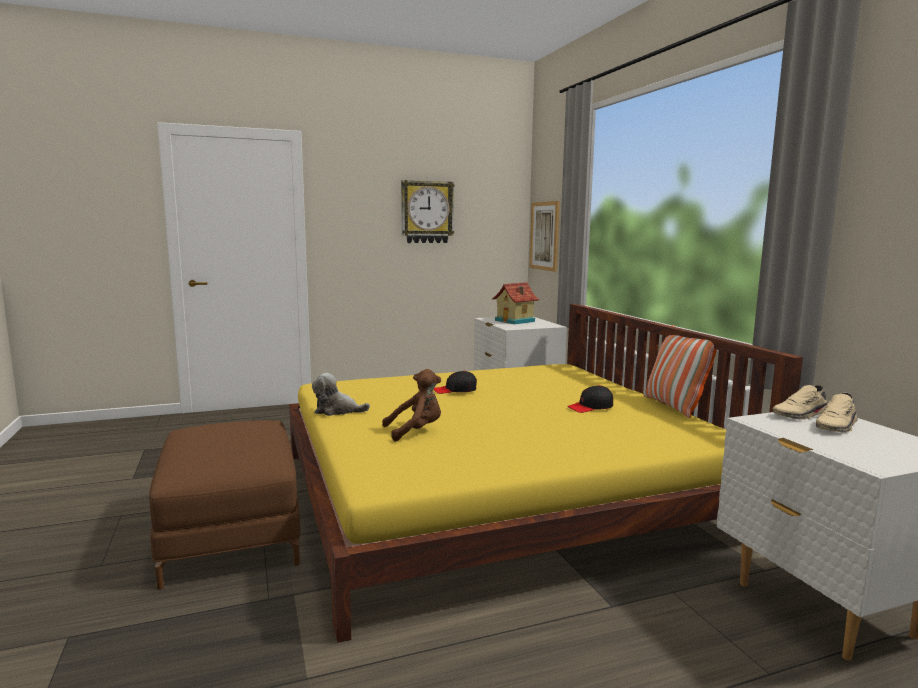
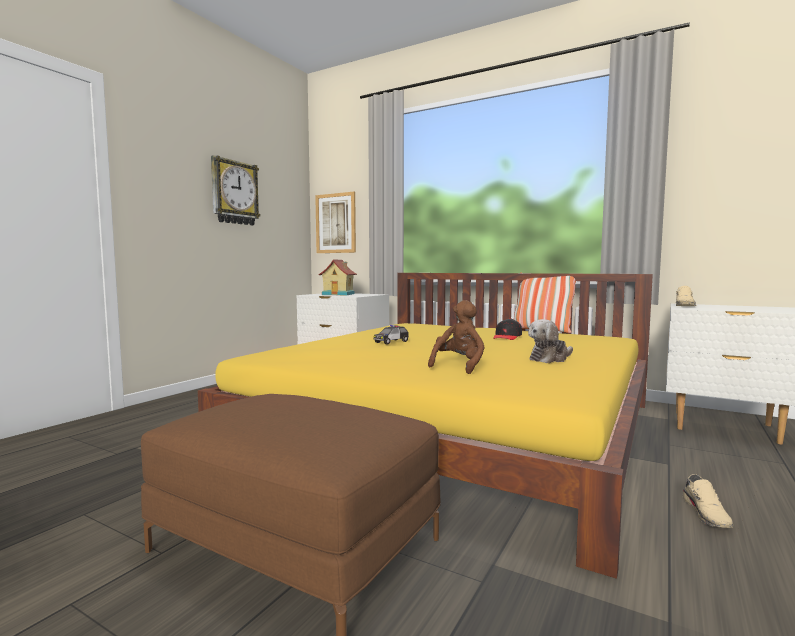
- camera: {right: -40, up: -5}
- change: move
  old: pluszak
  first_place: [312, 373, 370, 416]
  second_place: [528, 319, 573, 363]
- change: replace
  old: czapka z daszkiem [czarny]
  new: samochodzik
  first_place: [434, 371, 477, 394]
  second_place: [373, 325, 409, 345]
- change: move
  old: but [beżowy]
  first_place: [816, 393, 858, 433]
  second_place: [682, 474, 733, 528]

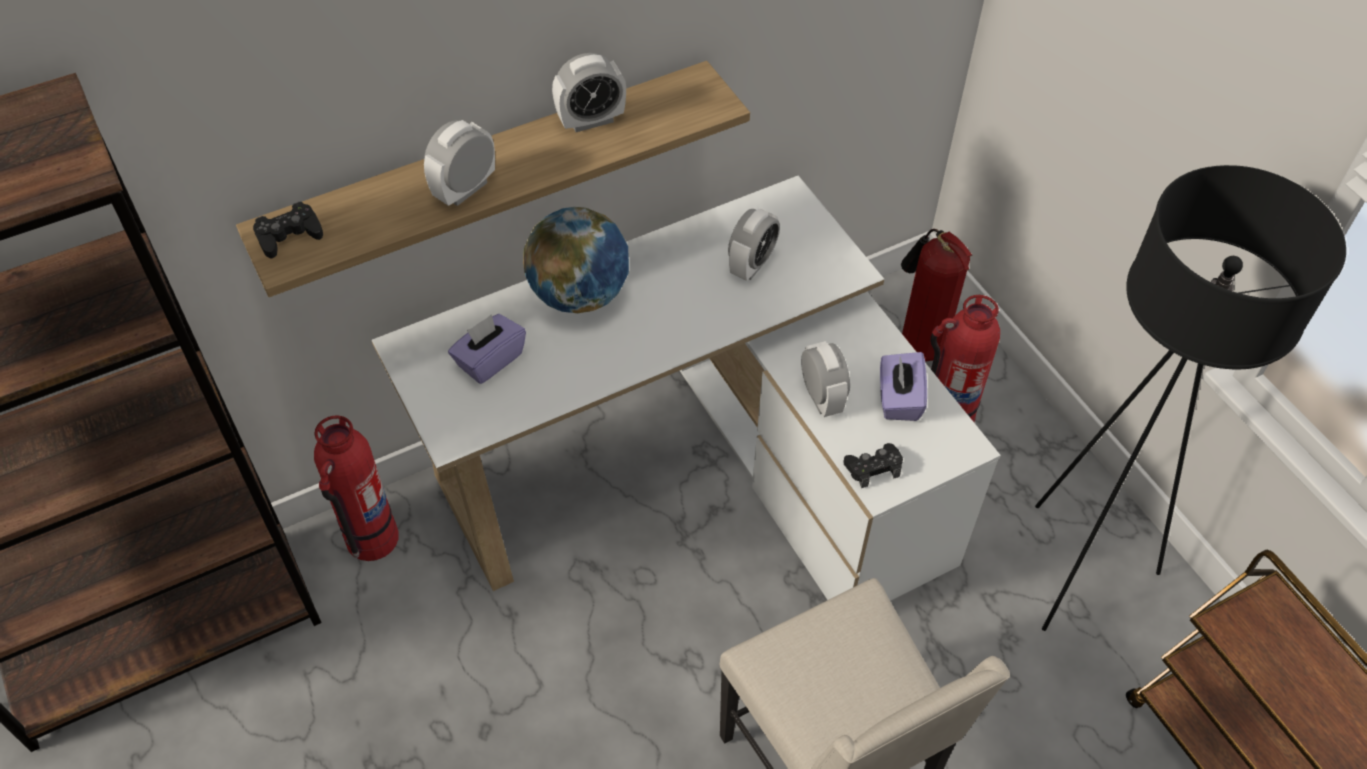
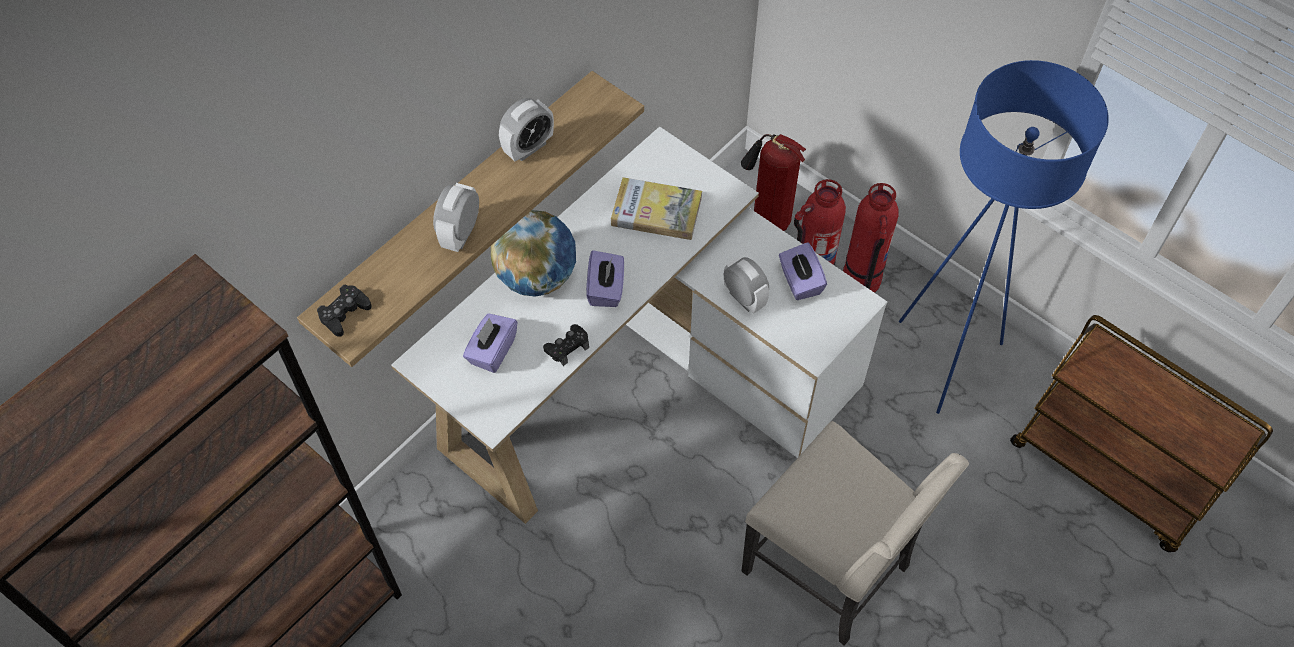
- camera: {right: -20, up: 5}
- change: move
  old: gaśnica
  first_place: [314, 415, 399, 561]
  second_place: [843, 183, 899, 293]
- change: replace
  old: budzik
  new: książka
  first_place: [728, 209, 780, 281]
  second_place: [611, 177, 702, 240]
- change: move
  old: pad do gier [czarny]
  first_place: [843, 443, 903, 488]
  second_place: [543, 324, 589, 366]
- change: recolor
  old: lampa stojąca [czarny]
  new: lampa stojąca [niebieski]
  first_place: [1035, 165, 1346, 631]
  second_place: [899, 60, 1109, 414]
- change: insert
  new: pudełko chusteczek [fioletowy]
  second_place: [586, 250, 624, 307]

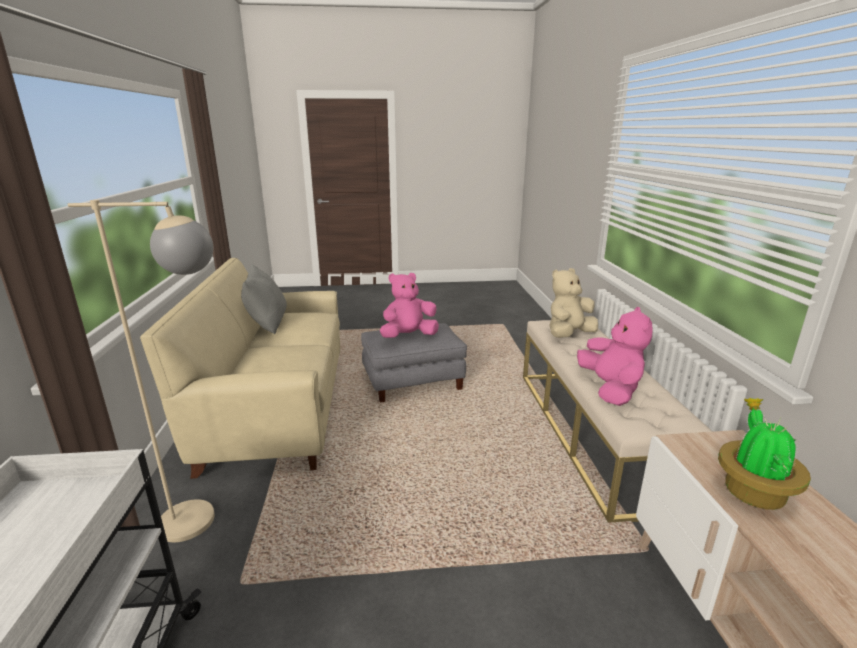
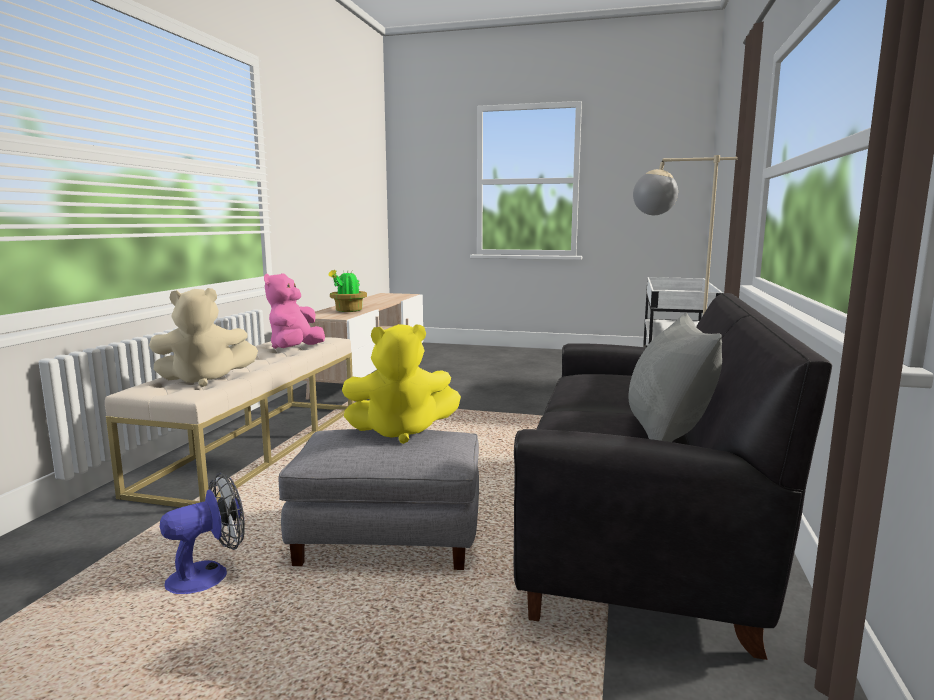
- camera: {right: -160, up: -10}
- change: recolor
  old: kanapa [beżowy]
  new: kanapa [czarny]
  first_place: [140, 258, 340, 479]
  second_place: [514, 293, 832, 660]
- change: recolor
  old: pluszak [różowy]
  new: pluszak [żółty]
  first_place: [380, 273, 439, 338]
  second_place: [342, 324, 461, 444]
- change: insert
  new: wentylator
  second_place: [160, 473, 245, 594]

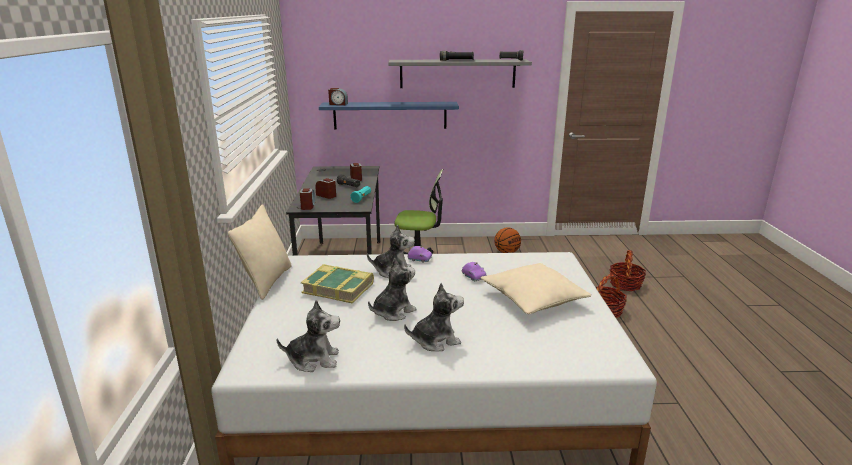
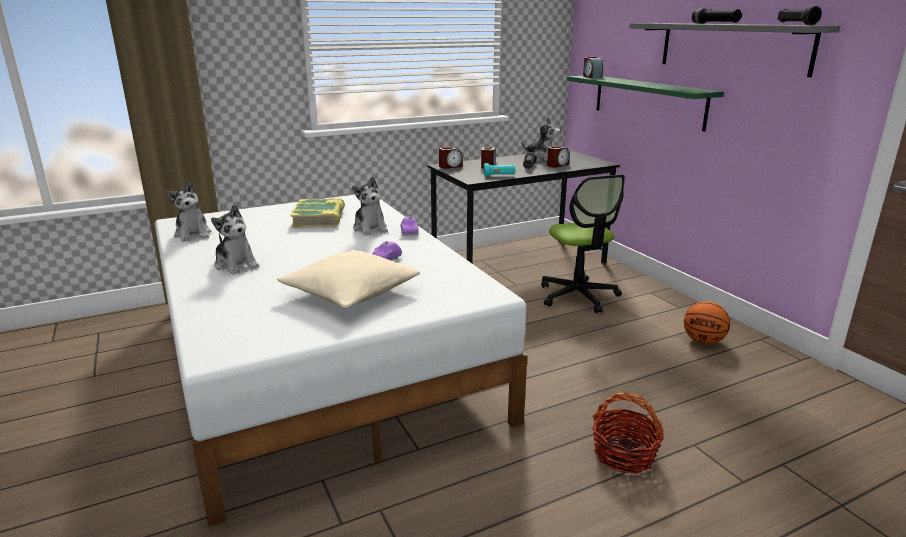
- camera: {right: 65, up: 0}
- change: delete
  old: poduszka [beżowy]
  first_place: [228, 204, 292, 300]
- change: recolor
  old: półka [niebieski]
  new: półka [zielony]
  first_place: [319, 102, 459, 130]
  second_place: [567, 76, 724, 132]
- change: move
  old: pluszak
  first_place: [368, 258, 417, 321]
  second_place: [521, 117, 561, 162]
- change: delete
  old: koszyk
  first_place: [609, 250, 646, 291]

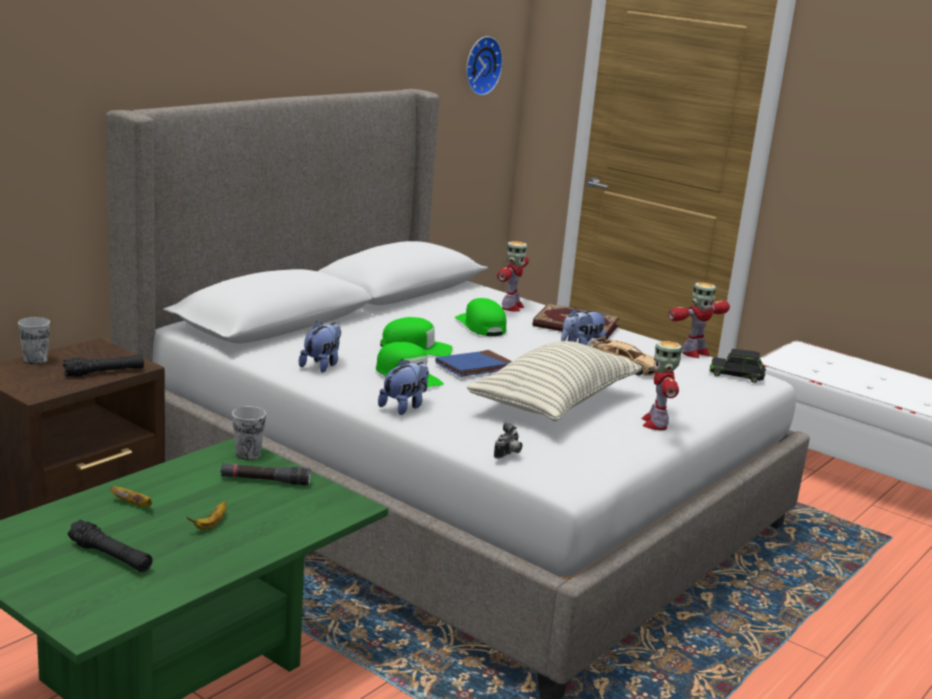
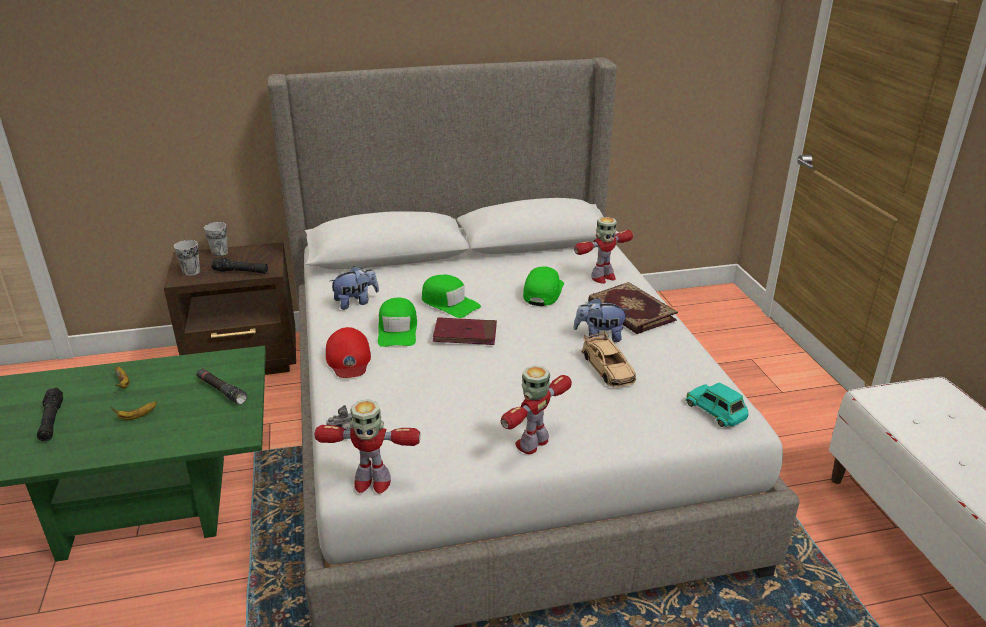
- camera: {right: 40, up: 10}
- change: move
  old: filiżanka
  first_place: [232, 407, 266, 460]
  second_place: [174, 240, 200, 276]
- change: replace
  old: pluszak
  new: czapka z daszkiem [czerwony]
  first_place: [378, 359, 429, 415]
  second_place: [326, 327, 371, 378]
- change: recolor
  old: książka [niebieski]
  new: książka [czerwony]
  first_place: [435, 350, 512, 377]
  second_place: [433, 317, 497, 345]
- change: delete
  old: zegar ścienny
  first_place: [466, 36, 503, 96]
- change: delete
  old: poduszka
  first_place: [467, 341, 642, 421]
- change: move
  old: robot zabawkowy
  first_place: [668, 282, 730, 358]
  second_place: [315, 399, 420, 494]
- change: recolor
  old: samochodzik [czarny]
  new: samochodzik [turkusowy]
  first_place: [709, 349, 766, 383]
  second_place: [686, 382, 748, 427]

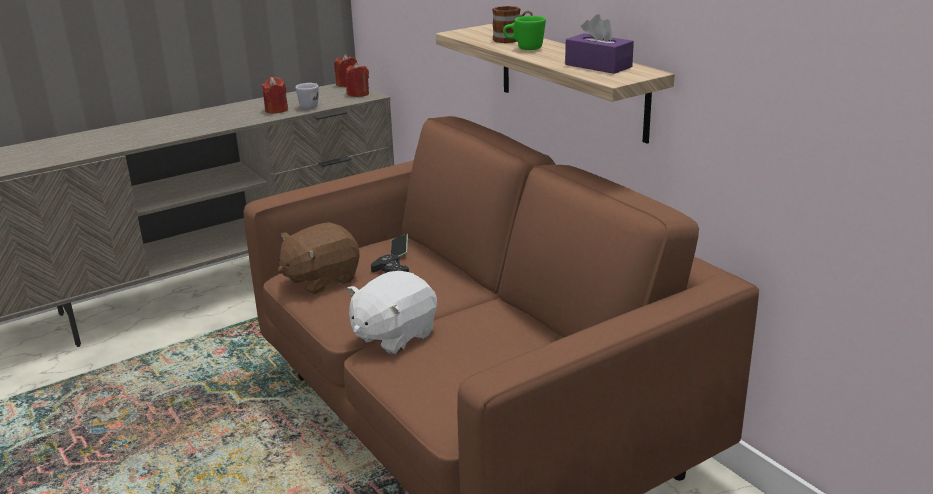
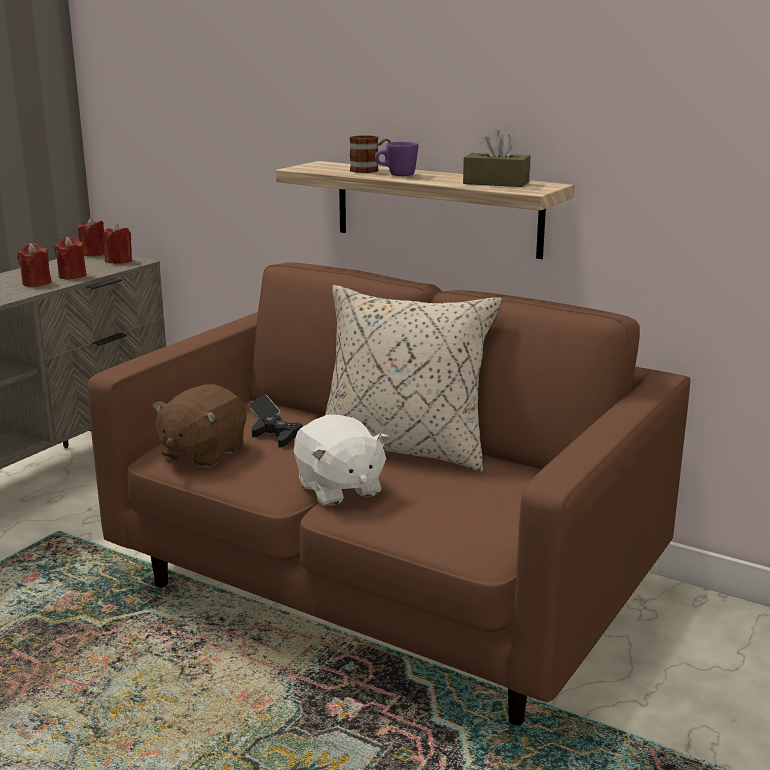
- camera: {right: -25, up: -5}
- change: replace
  old: kubek [biały]
  new: świeca [czerwony]
  first_place: [295, 83, 319, 109]
  second_place: [54, 237, 87, 279]
- change: rotate
  old: pluszak [biały]
  first_place: [347, 271, 437, 354]
  second_place: [294, 415, 389, 506]
  degrees: -45
- change: recolor
  old: kubek [zielony]
  new: kubek [fioletowy]
  first_place: [503, 16, 546, 50]
  second_place: [375, 142, 419, 176]
- change: recolor
  old: pudełko chusteczek [fioletowy]
  new: pudełko chusteczek [brązowy]
  first_place: [565, 14, 634, 74]
  second_place: [463, 130, 530, 187]
- change: insert
  new: poduszka [beżowy]
  second_place: [325, 285, 502, 472]

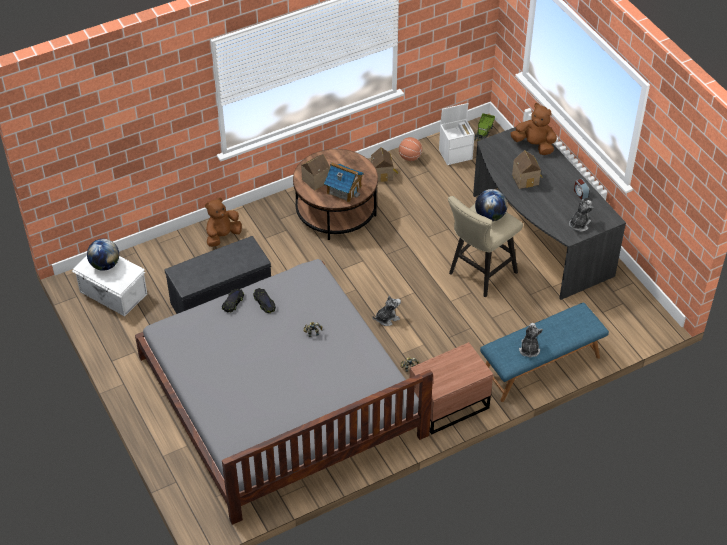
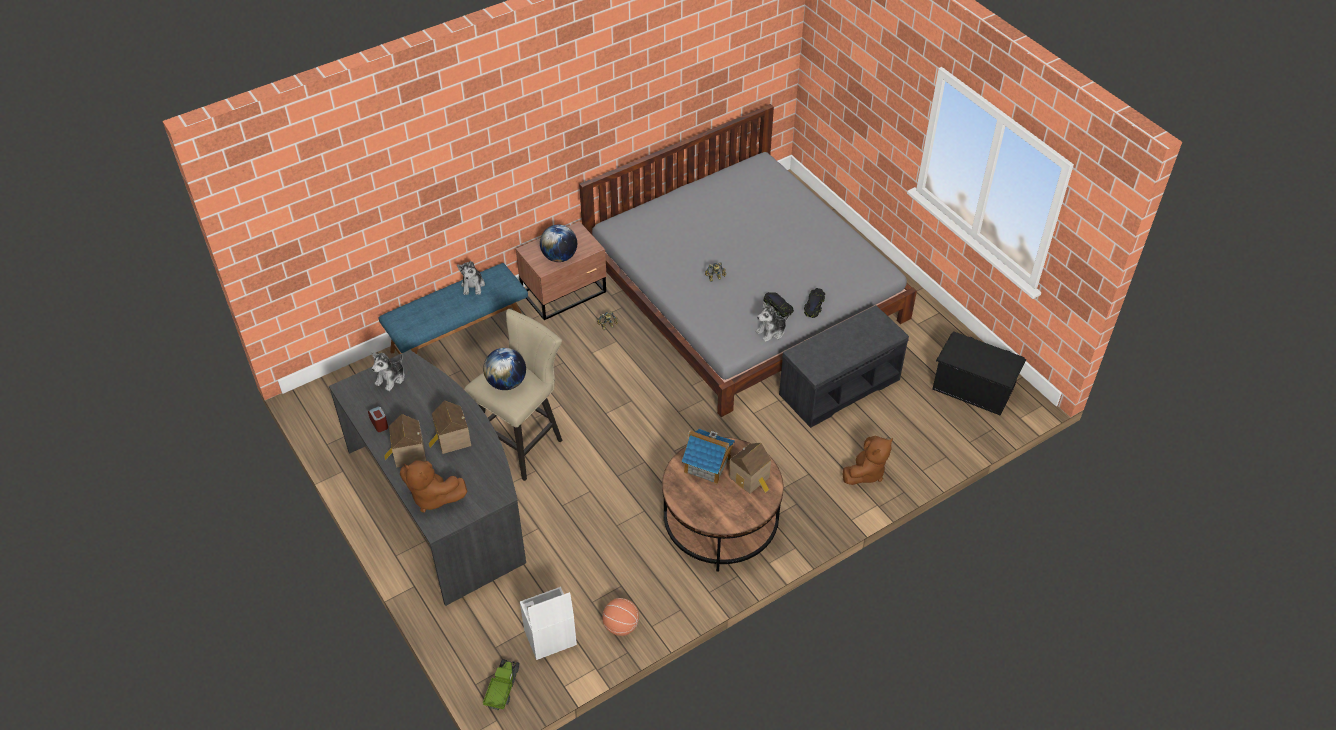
- camera: {right: 175, up: 0}
- change: recolor
  old: pojemnik do przechowywania [biały]
  new: pojemnik do przechowywania [czarny]
  first_place: [72, 256, 147, 317]
  second_place: [932, 331, 1026, 416]
- change: move
  old: globus
  first_place: [87, 239, 119, 271]
  second_place: [540, 225, 577, 262]
- change: move
  old: domek
  first_place: [371, 147, 398, 182]
  second_place: [384, 414, 426, 467]
- change: move
  old: pluszak
  first_place: [372, 296, 401, 326]
  second_place: [756, 302, 790, 342]

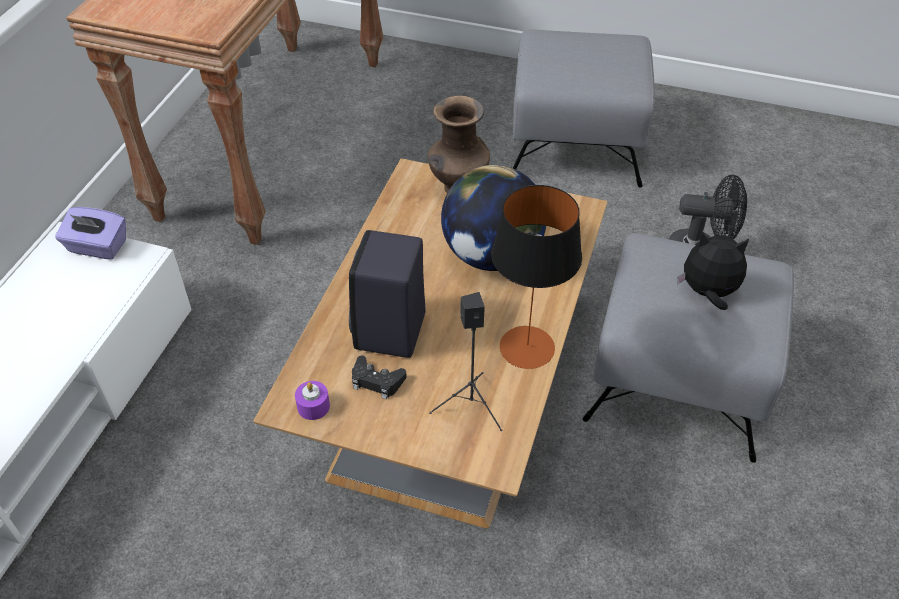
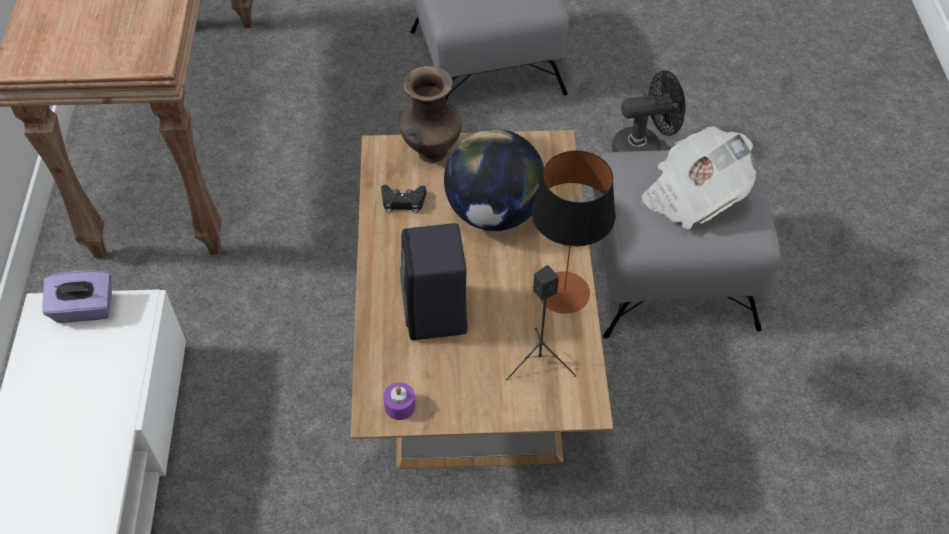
- camera: {right: -20, up: 5}
- change: move
  old: pad do gier [czarny]
  first_place: [352, 356, 407, 399]
  second_place: [381, 185, 427, 213]
- change: replace
  old: pluszak
  new: gazeta
  first_place: [677, 231, 749, 310]
  second_place: [642, 126, 756, 229]

